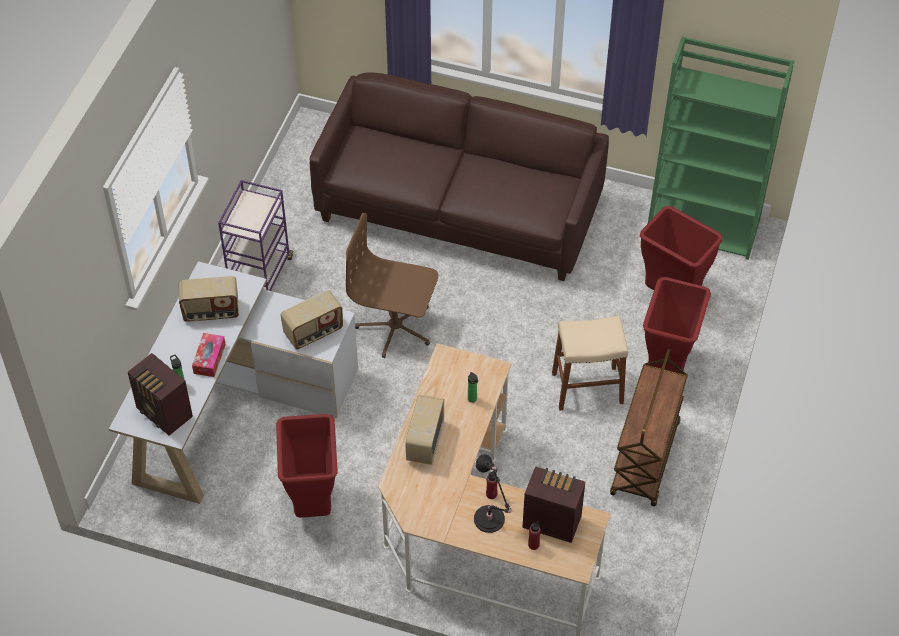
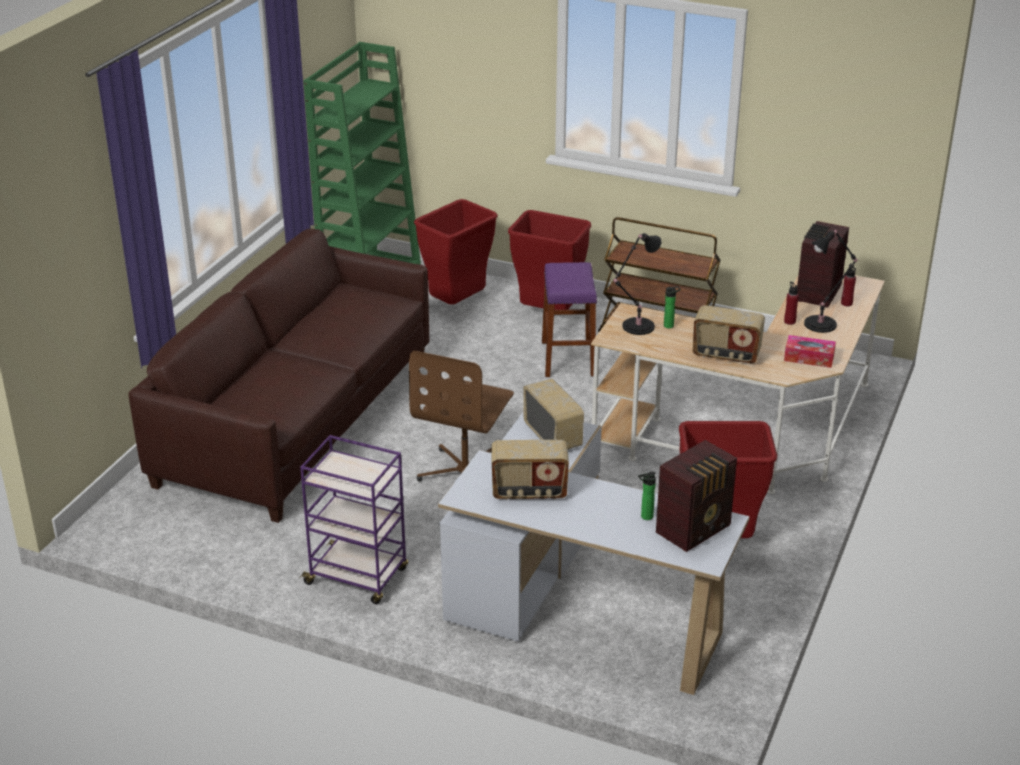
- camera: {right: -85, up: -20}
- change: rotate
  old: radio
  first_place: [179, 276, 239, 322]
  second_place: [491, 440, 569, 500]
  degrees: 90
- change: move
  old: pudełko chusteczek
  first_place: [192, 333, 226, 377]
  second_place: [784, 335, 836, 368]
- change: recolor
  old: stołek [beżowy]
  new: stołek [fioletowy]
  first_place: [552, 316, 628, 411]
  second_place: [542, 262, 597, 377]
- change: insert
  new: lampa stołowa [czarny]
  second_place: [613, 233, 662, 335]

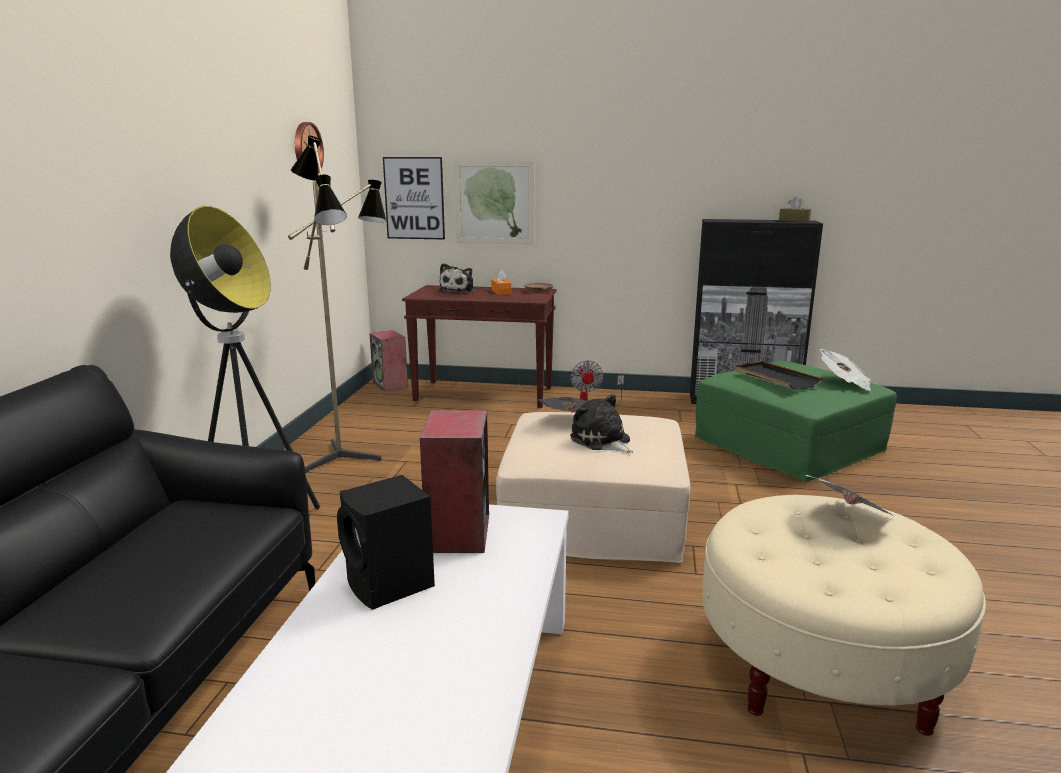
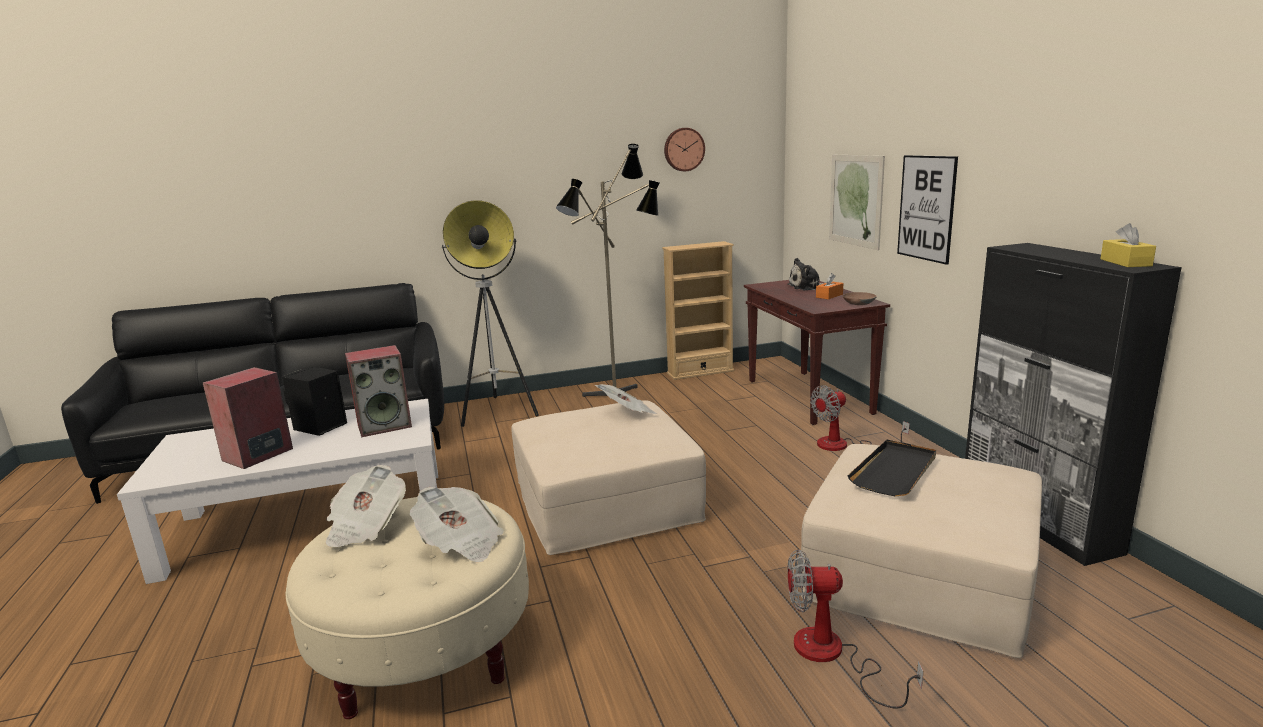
- camera: {right: 65, up: 0}
- change: move
  old: głośnik
  first_place: [369, 330, 408, 391]
  second_place: [203, 367, 293, 469]
- change: move
  old: obraz
  first_place: [383, 157, 445, 239]
  second_place: [897, 155, 958, 265]
- change: delete
  old: pluszak
  first_place: [570, 394, 633, 453]
- change: recolor
  old: pufa [zielony]
  new: pufa [beżowy]
  first_place: [695, 361, 897, 482]
  second_place: [801, 444, 1042, 658]
- change: recolor
  old: pudełko chusteczek [brązowy]
  new: pudełko chusteczek [żółty]
  first_place: [779, 197, 811, 222]
  second_place: [1100, 223, 1156, 267]
- change: move
  old: gazeta
  first_place: [820, 349, 871, 391]
  second_place: [325, 465, 406, 547]
- change: insert
  new: regał [beżowy]
  second_place: [662, 241, 734, 380]
- change: insert
  new: wentylator
  second_place: [788, 549, 924, 709]

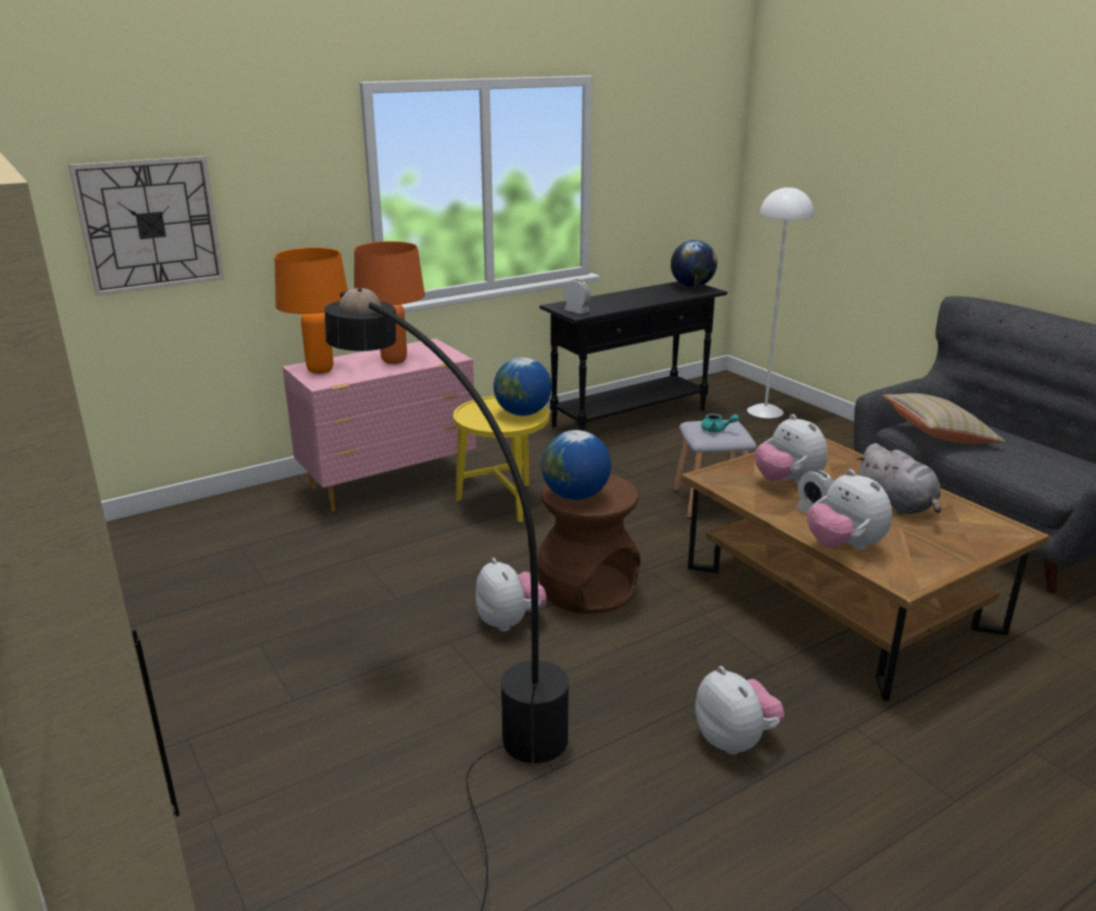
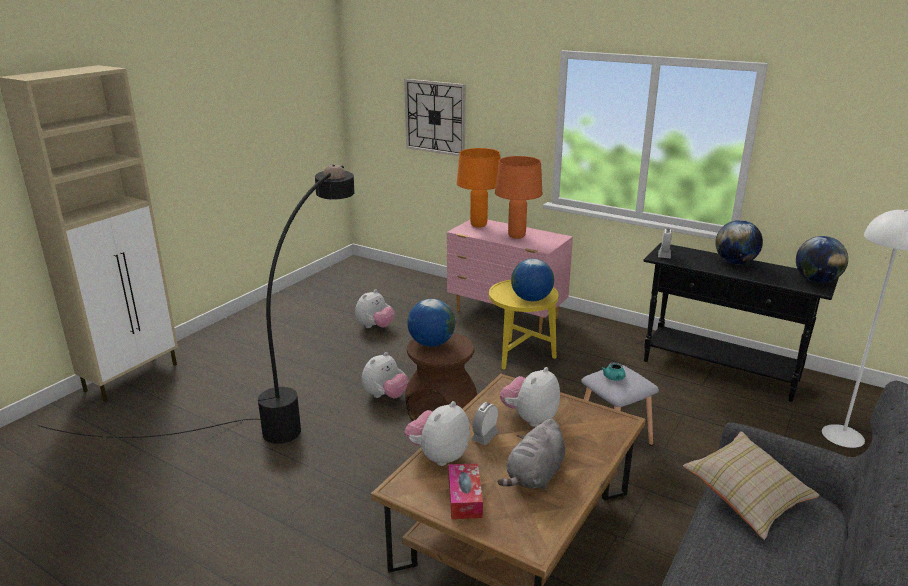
- camera: {right: 65, up: 0}
- change: move
  old: pluszak
  first_place: [695, 666, 785, 755]
  second_place: [355, 289, 395, 328]
- change: insert
  new: pudełko chusteczek
  second_place: [449, 463, 483, 519]
- change: insert
  new: globus
  second_place: [715, 220, 763, 264]

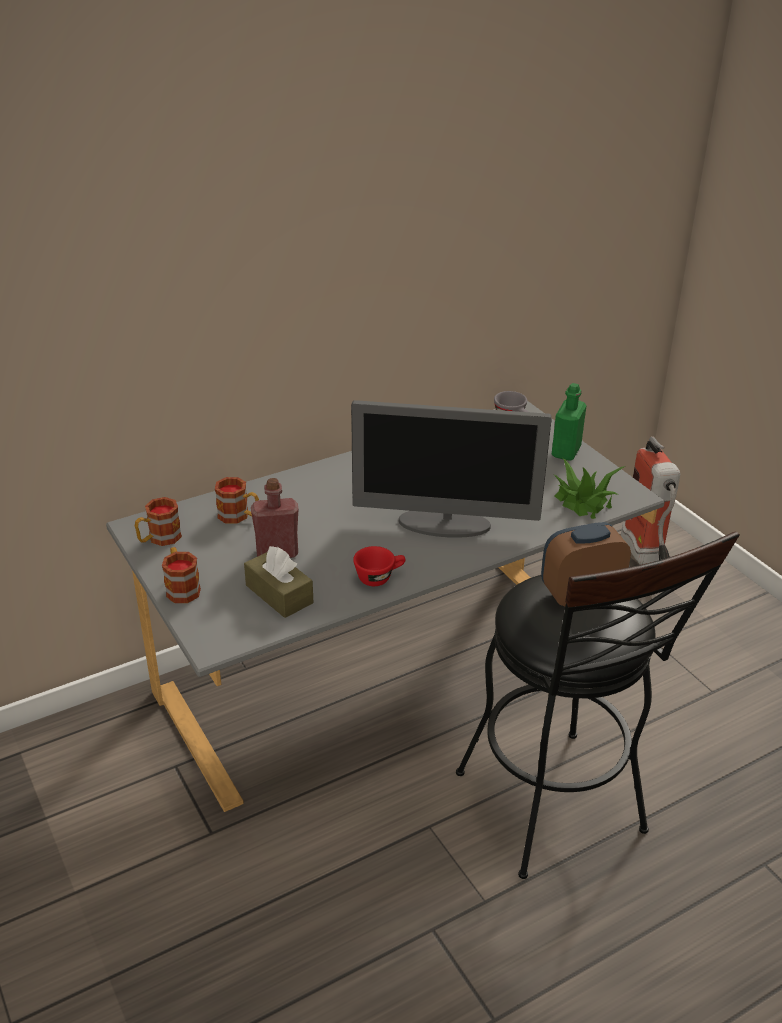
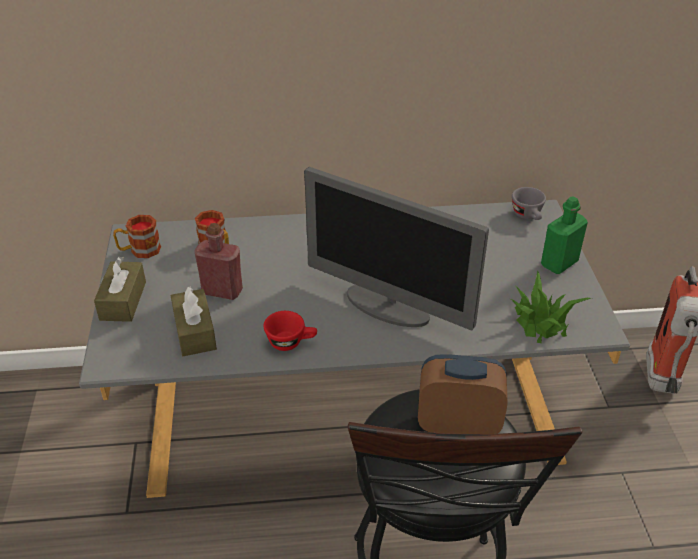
- camera: {right: 25, up: 5}
- change: replace
  old: kubek
  new: pudełko chusteczek [brązowy]
  first_place: [162, 547, 201, 603]
  second_place: [94, 257, 146, 322]

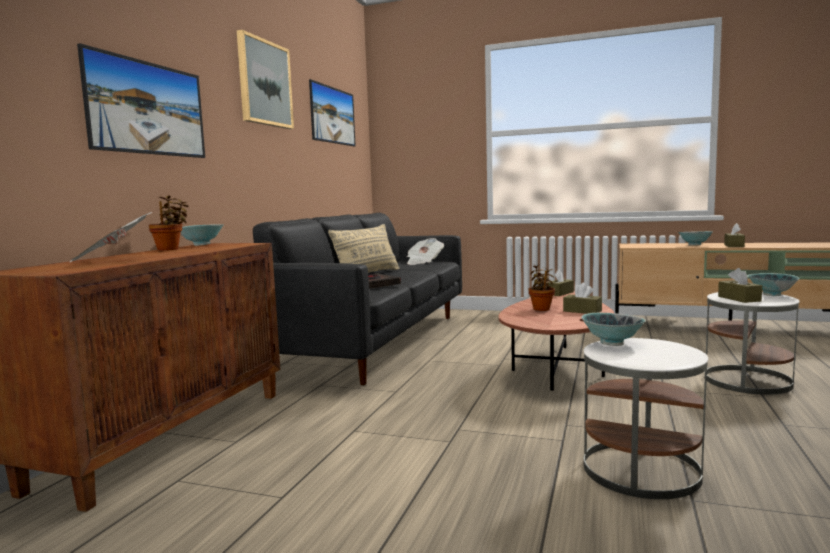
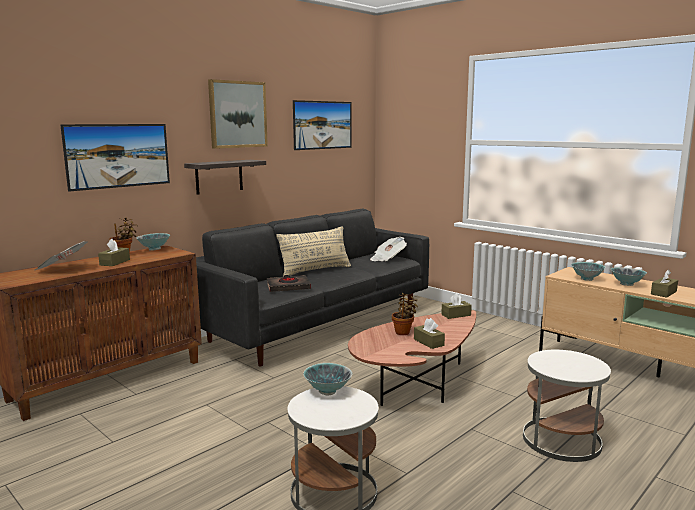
- camera: {right: 25, up: 5}
- change: move
  old: pudełko chusteczek [brązowy]
  first_place: [718, 268, 762, 303]
  second_place: [98, 239, 130, 266]
- change: move
  old: miska
  first_place: [747, 273, 800, 296]
  second_place: [571, 262, 605, 281]
- change: insert
  new: półka
  second_place: [184, 160, 266, 195]

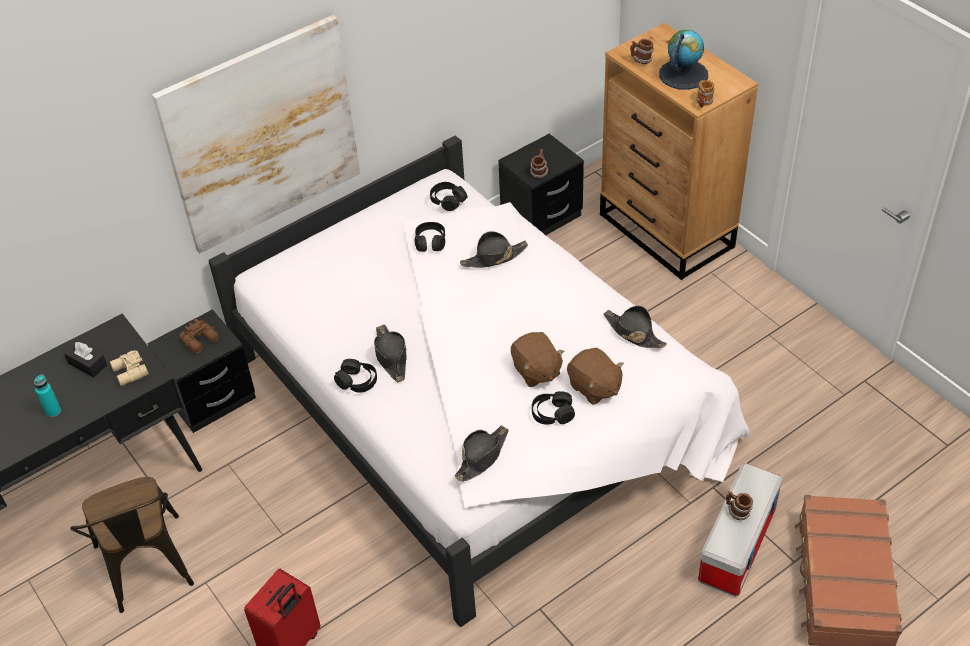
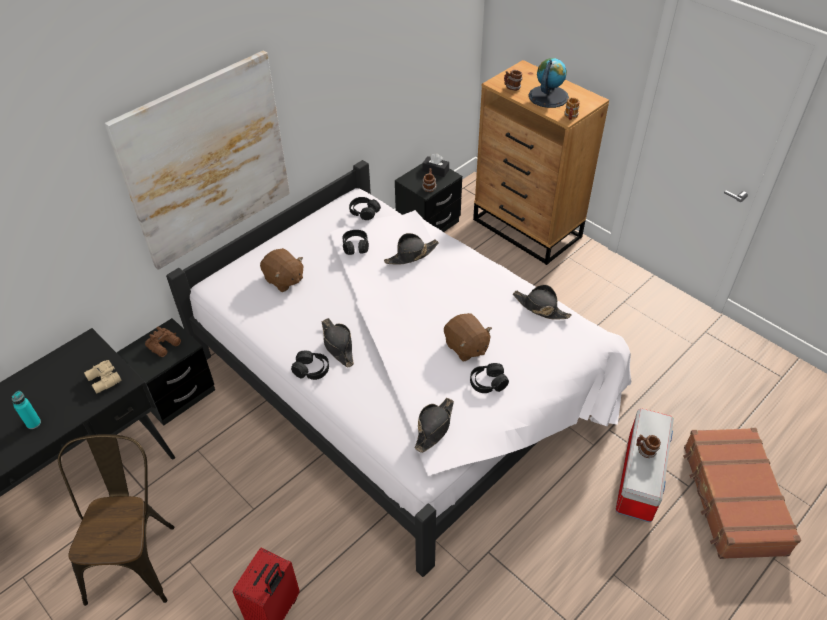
- camera: {right: -10, up: 0}
- change: move
  old: pudełko chusteczek [czarny]
  first_place: [64, 341, 107, 378]
  second_place: [423, 153, 449, 177]
- change: rotate
  old: krzesło [brązowy]
  first_place: [70, 477, 194, 613]
  second_place: [58, 434, 174, 606]
  degrees: -150
- change: move
  old: pluszak [brązowy]
  first_place: [567, 348, 624, 405]
  second_place: [260, 248, 303, 292]

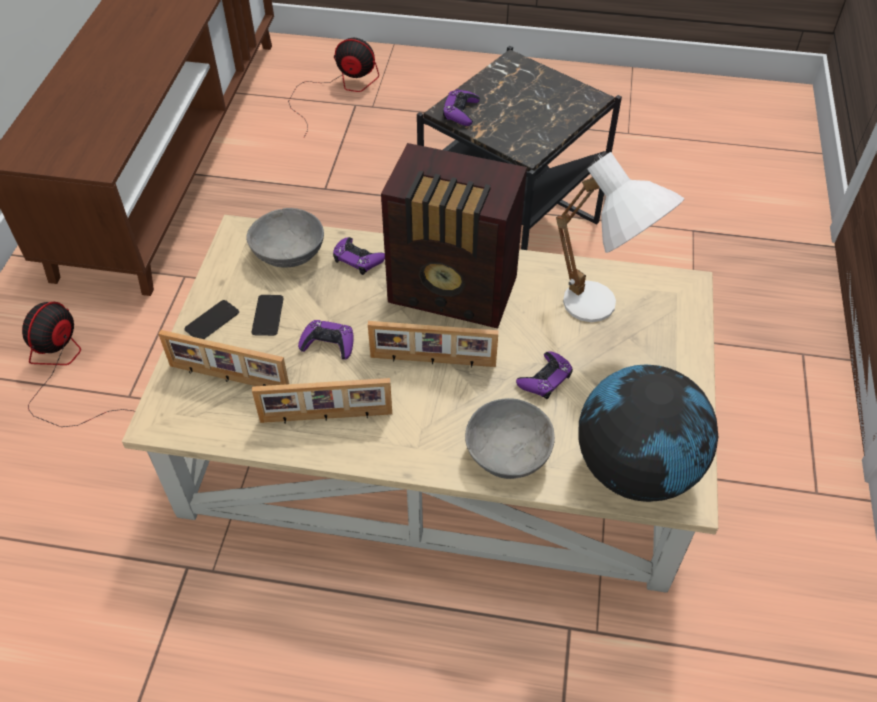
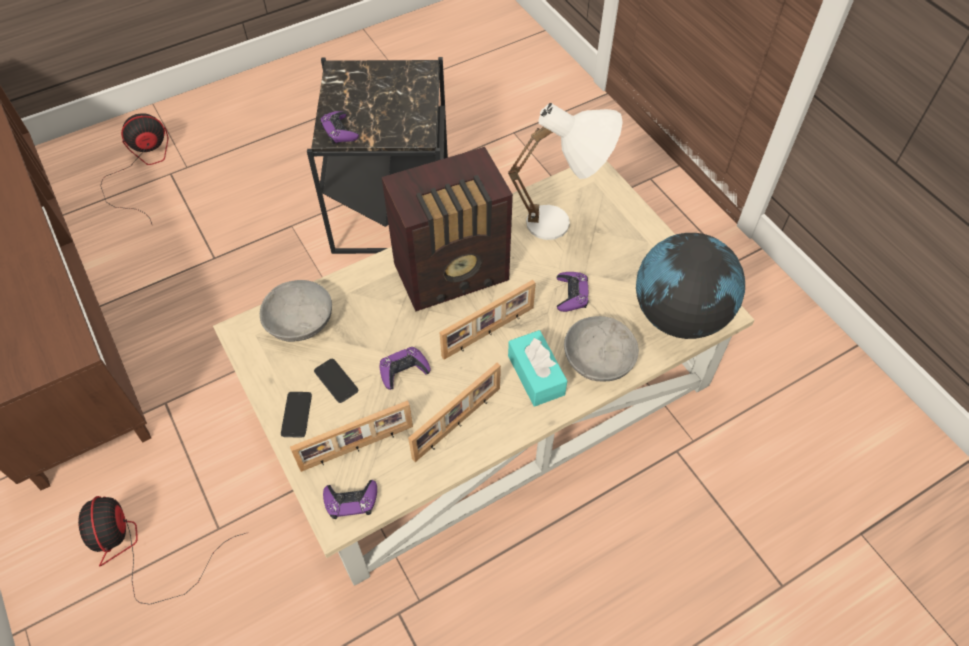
- camera: {right: -40, up: 5}
- change: move
  old: pad do gier [fioletowy]
  first_place: [333, 237, 385, 275]
  second_place: [323, 480, 377, 519]
- change: insert
  new: pudełko chusteczek [turkusowy]
  second_place: [508, 330, 567, 407]

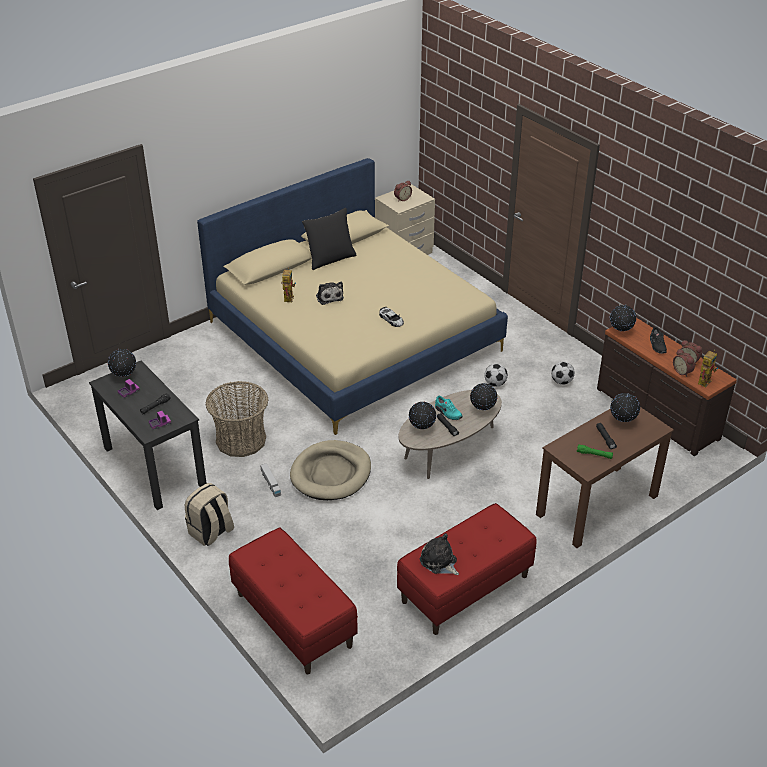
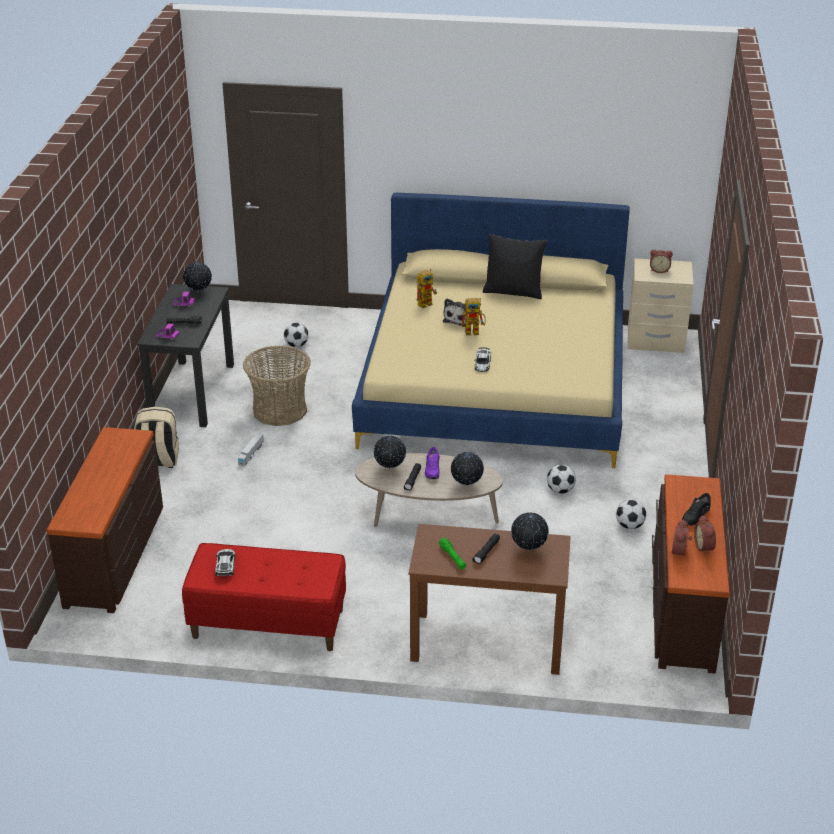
- camera: {right: 45, up: -5}
- change: replace
  old: ławka [czerwony]
  new: komoda [brązowy]
  first_place: [229, 527, 358, 674]
  second_place: [47, 427, 163, 613]
- change: delete
  old: legowisko [beżowy]
  first_place: [290, 440, 371, 500]
- change: replace
  old: pluszak
  new: samochodzik
  first_place: [420, 533, 459, 575]
  second_place: [215, 549, 236, 577]
- change: recolor
  old: but [turkusowy]
  new: but [fioletowy]
  first_place: [435, 395, 463, 420]
  second_place: [425, 447, 440, 479]
- change: delete
  old: globus
  first_place: [610, 305, 636, 332]
- change: move
  old: robot zabawkowy
  first_place: [698, 350, 718, 387]
  second_place: [461, 298, 486, 336]
- change: insert
  new: piłka futbolowa
  second_place: [284, 323, 309, 347]

